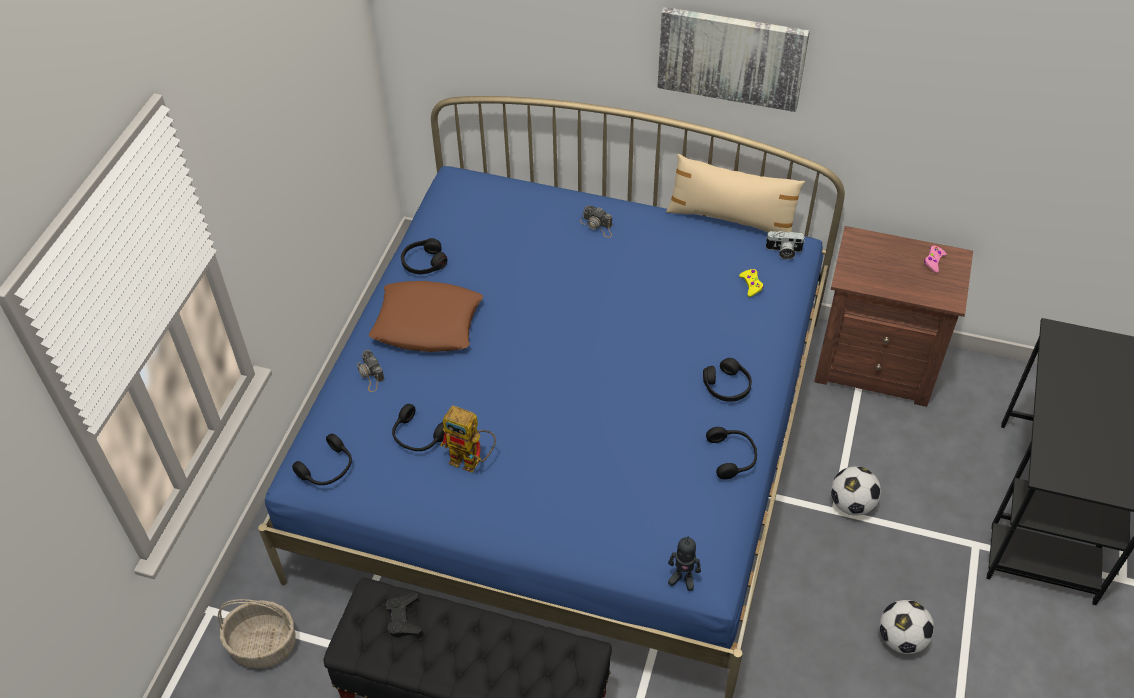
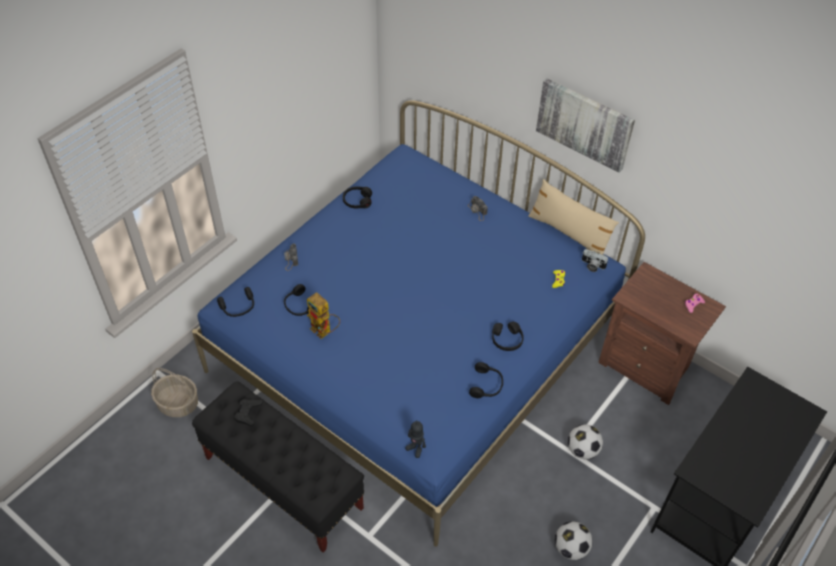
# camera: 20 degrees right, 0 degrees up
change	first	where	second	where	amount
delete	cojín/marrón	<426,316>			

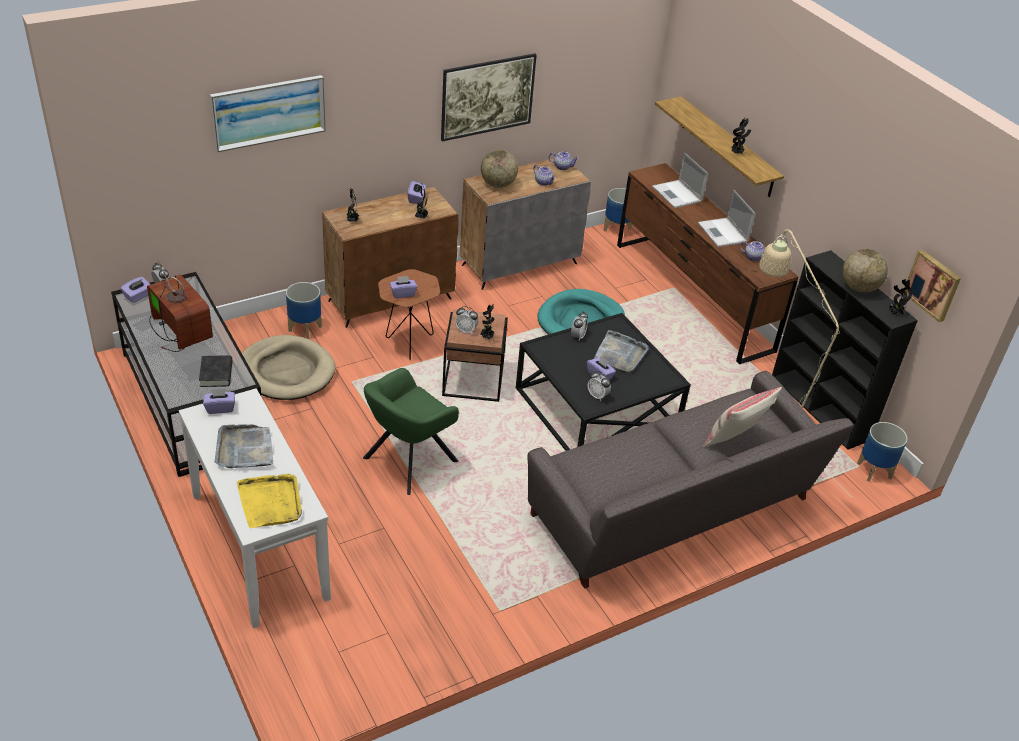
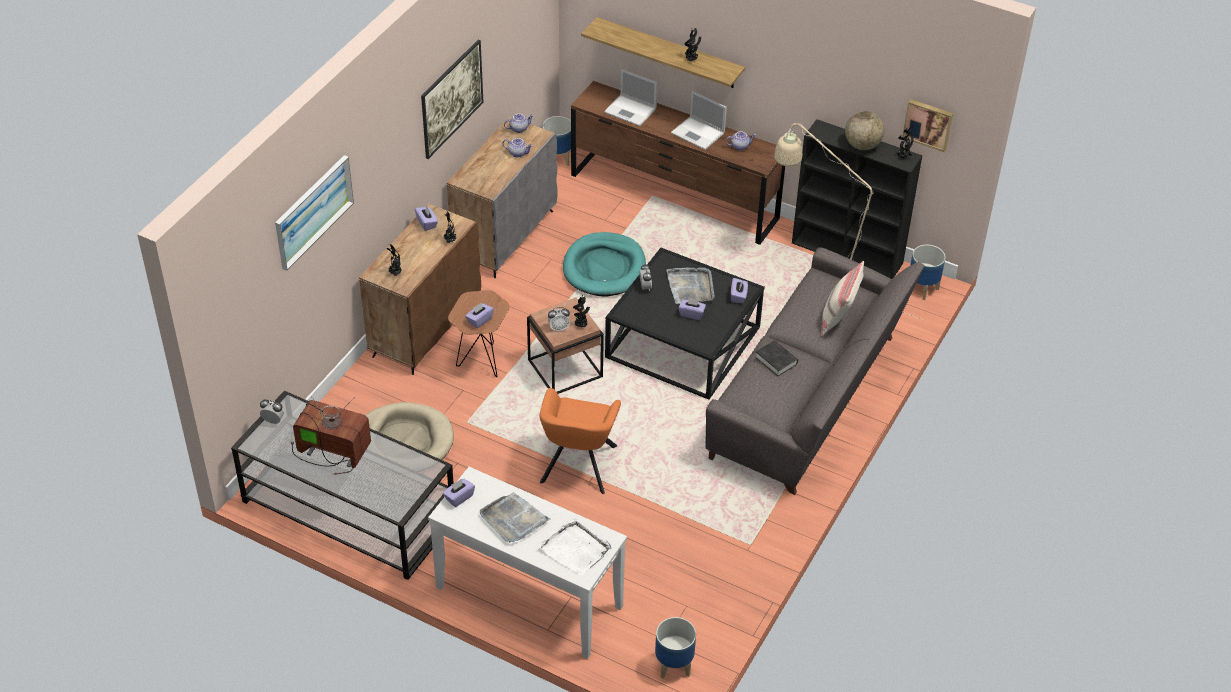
# camera: 30 degrees left, 5 degrees up
change	first	where	second	where	amount
recolor	bandeja/amarillo	<269,501>	bandeja/blanco	<574,547>	
recolor	sillón/verde	<411,431>	sillón/naranja	<580,441>	
move	maceta	<304,310>		<675,648>	
move	caja de pañuelos/morado	<136,290>		<739,290>	
move	libro/negro	<215,371>		<776,358>	
delete	globo terráqueo	<499,169>			
delete	despertador	<599,386>			

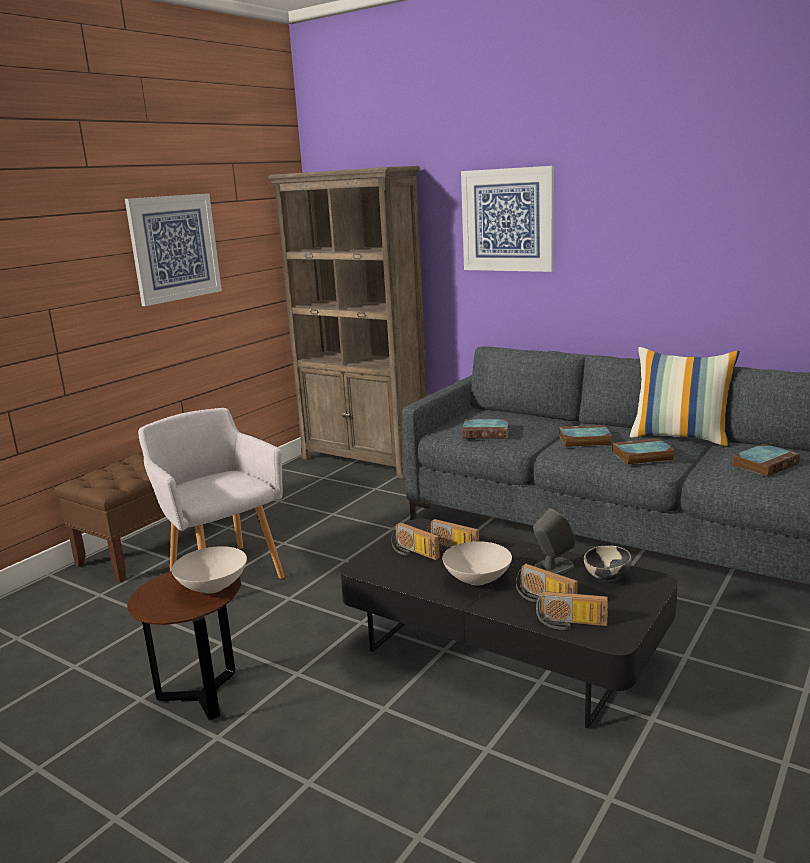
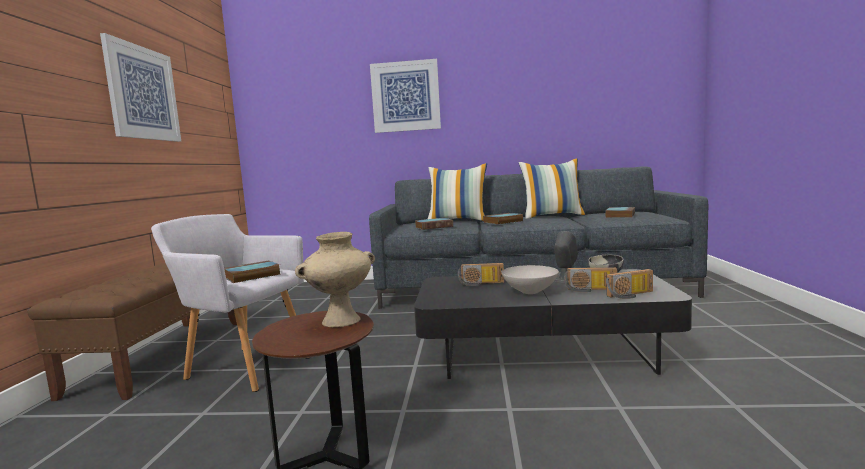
# camera: 30 degrees left, 10 degrees down
change	first	where	second	where	amount
move	libro	<643,451>		<252,272>	
replace	cuenco/blanco	<209,569>	florero/beis	<335,279>	
insert			cojín	<457,192>	
delete	estantería/marrón	<347,322>			
delete	radio	<415,541>			

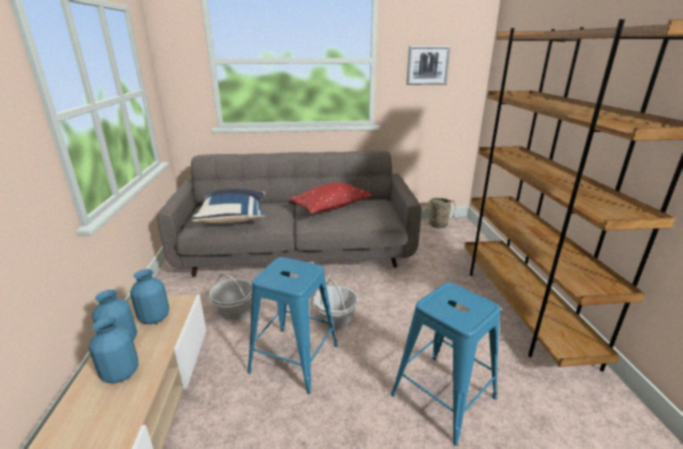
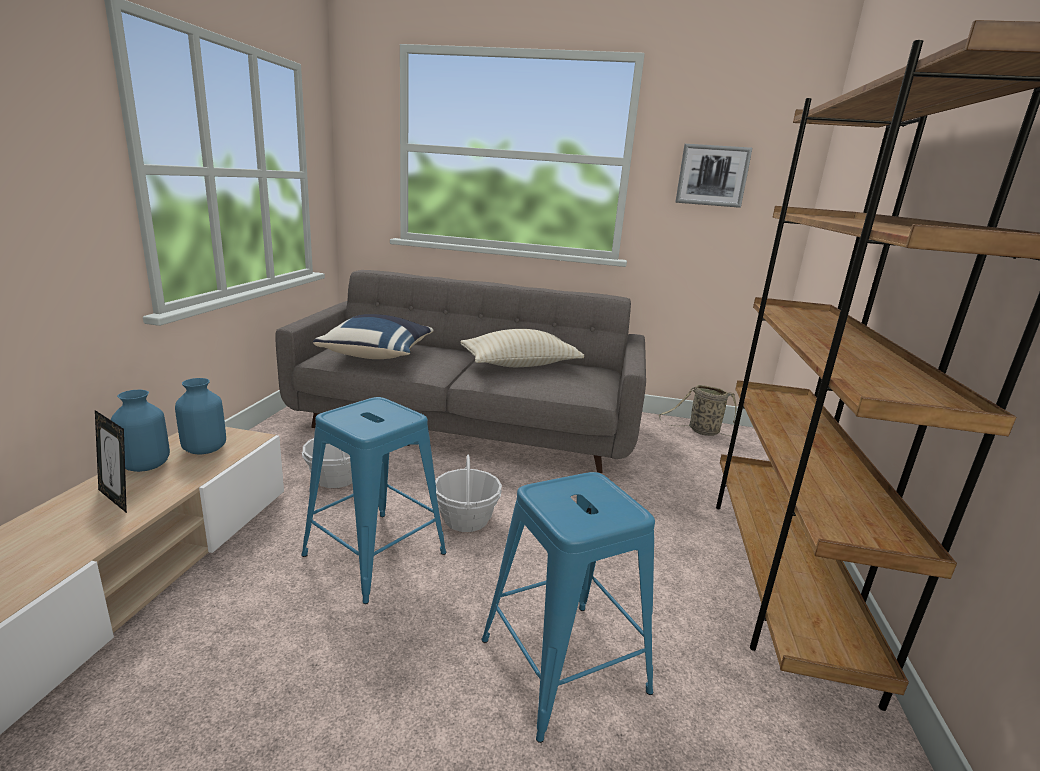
# camera: 15 degrees right, 5 degrees down
change	first	where	second	where	amount
replace	florero/azul	<113,350>	portarretratos	<111,461>	
recolor	cojín/rojo	<330,198>	cojín/beis	<522,348>	

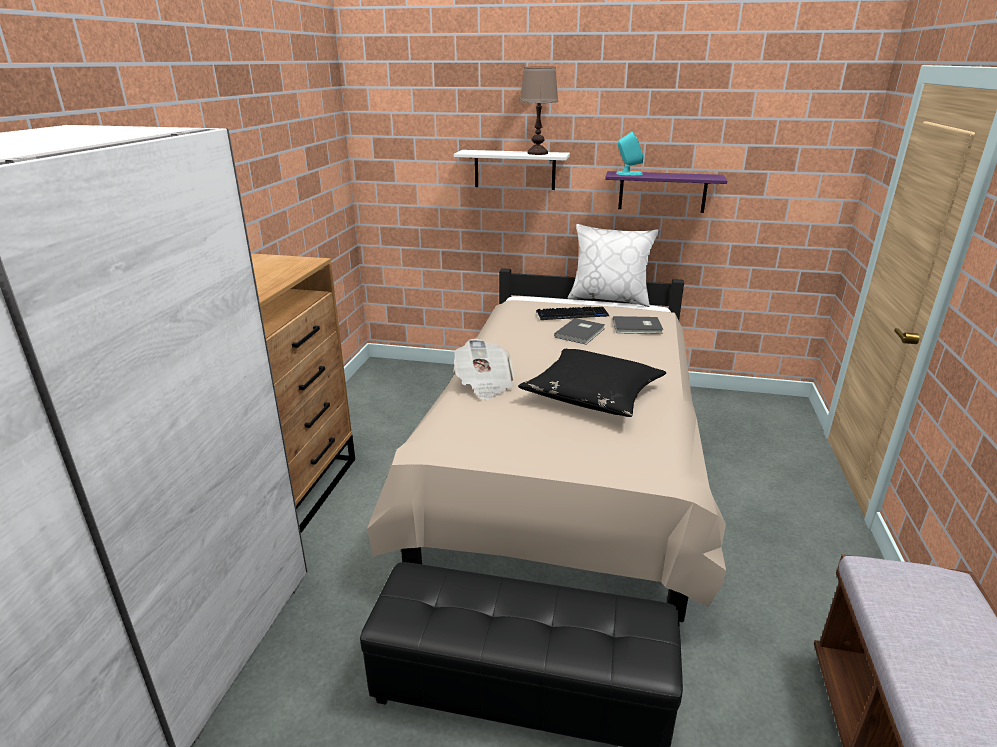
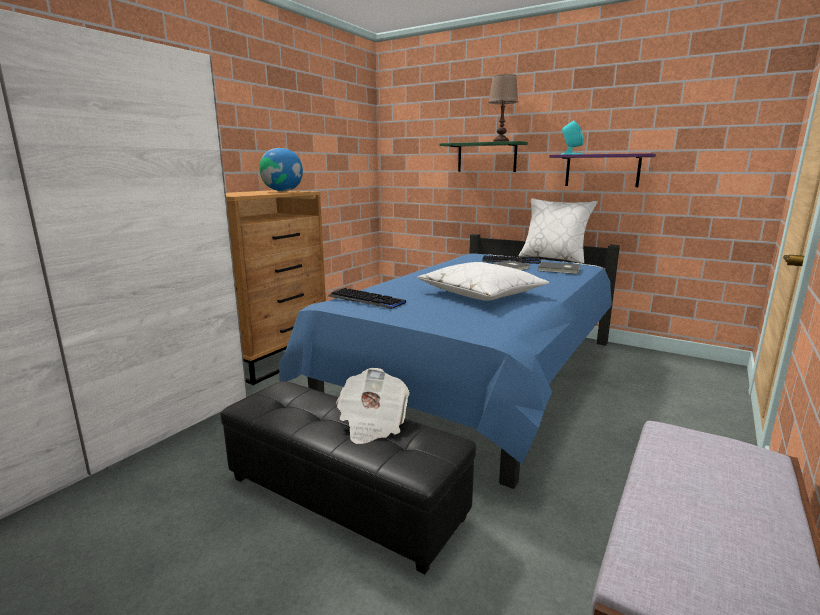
# camera: 20 degrees right, 10 degrees down
change	first	where	second	where	amount
insert			globo terráqueo	<281,169>	
recolor	cama/beis	<546,445>	cama/azul	<449,361>	
insert			teclado	<367,298>	
move	periódico	<483,369>		<372,406>	
recolor	cojín/negro	<592,383>	cojín/blanco	<483,281>	
recolor	estante/blanco	<512,170>	estante/verde	<483,156>	

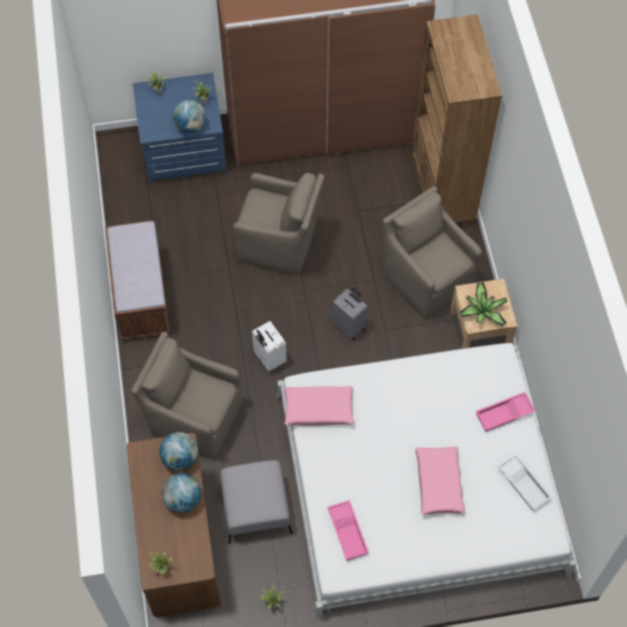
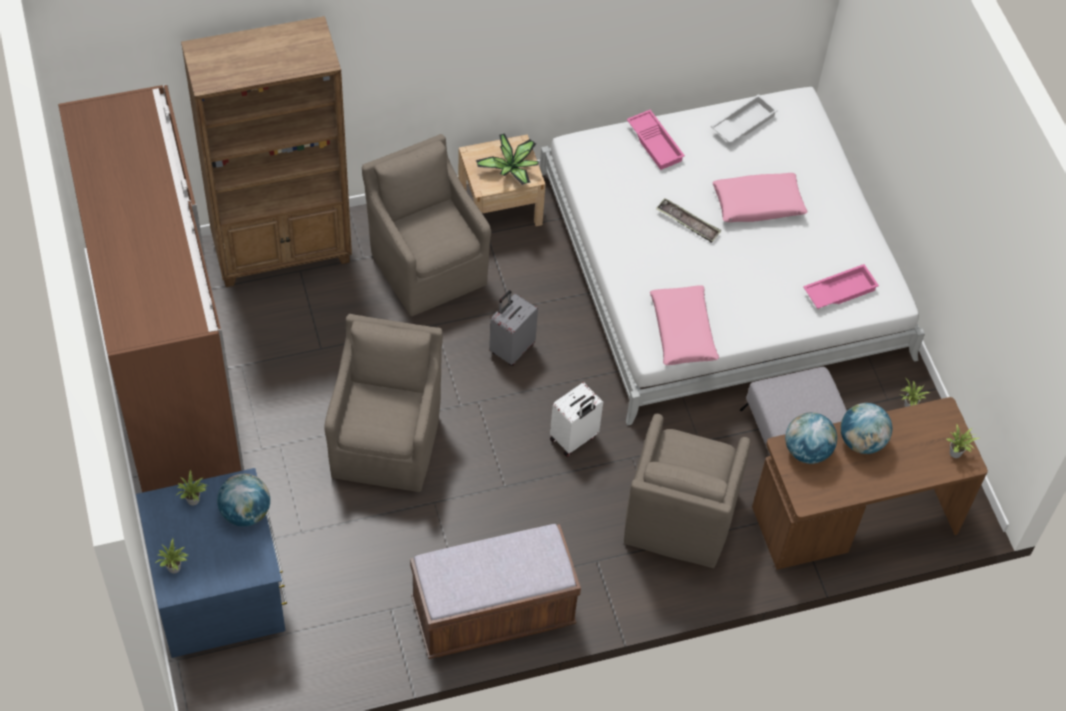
# camera: 100 degrees left, 5 degrees down
change	first	where	second	where	amount
rotate	sillón/marrón	<432,252>		<426,225>	105 degrees clockwise
insert			bandeja	<688,220>	

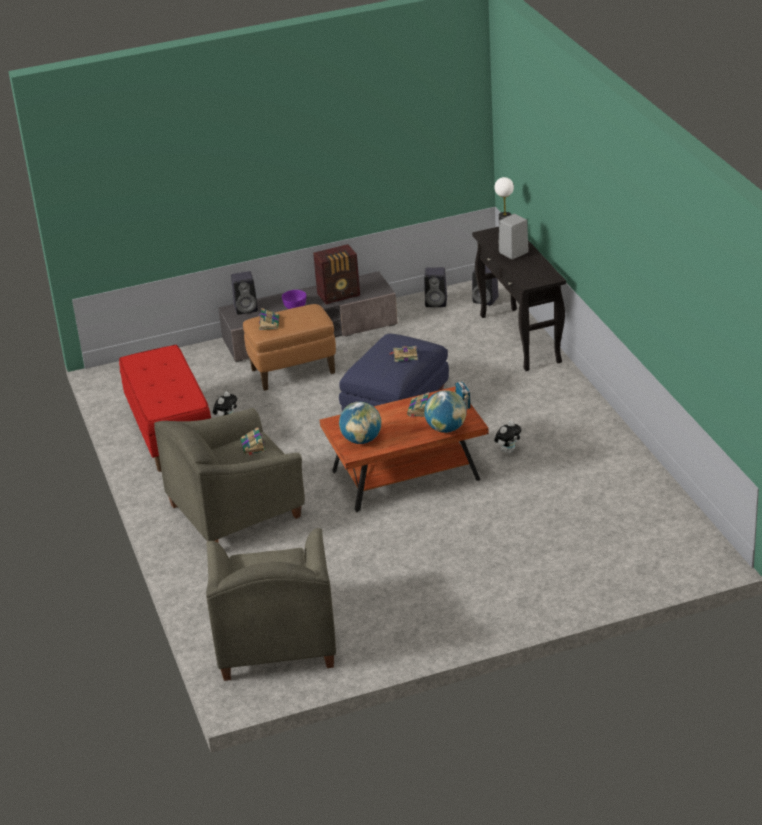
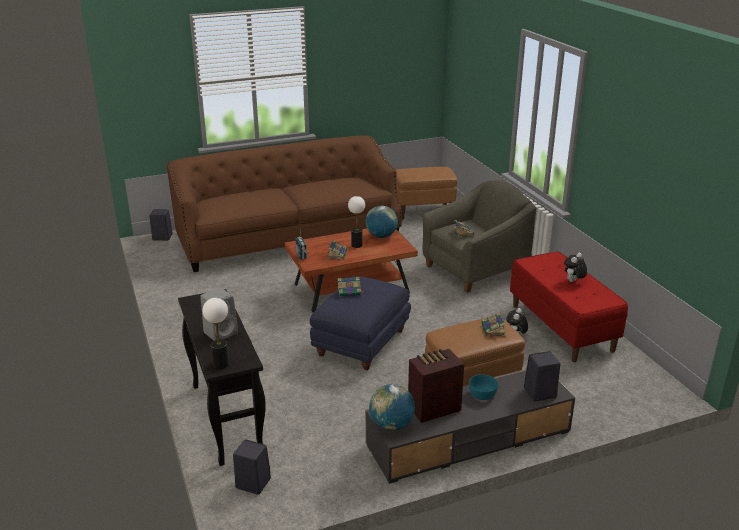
# camera: 175 degrees right, 5 degrees down
change	first	where	second	where	amount
move	altavoz/negro	<435,287>		<161,225>	
insert			sofá/marrón	<284,203>	
insert			lámpara de mesa	<356,222>	
move	globo terráqueo	<445,411>		<392,407>	
replace	sillón/gris	<271,604>	puf/marrón	<426,193>	
recolor	cuenco/morado	<294,299>	cuenco/turquesa	<483,387>	
move	peluche	<508,437>		<575,267>	

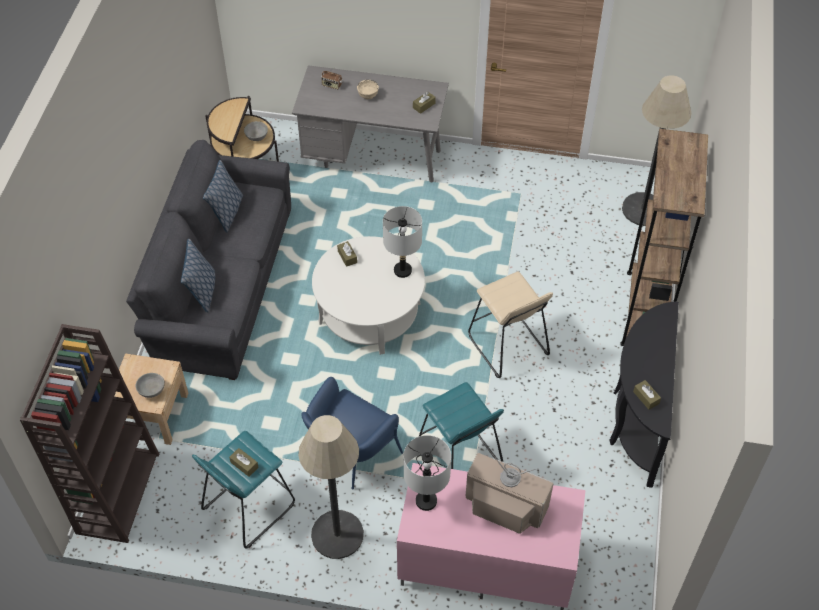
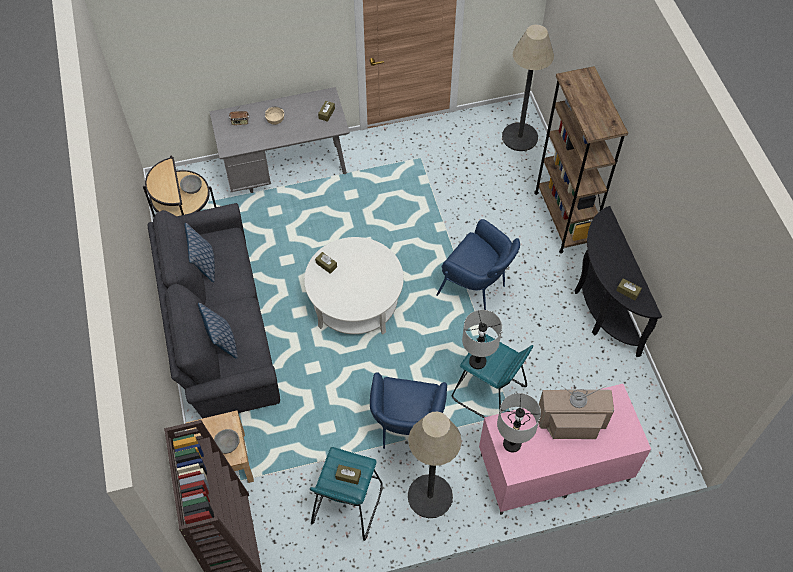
# camera: 25 degrees left, 5 degrees up
change	first	where	second	where	amount
replace	taburete/beis	<510,325>	sillón/azul	<478,264>	
move	lámpara de mesa/gris	<402,242>		<482,339>	

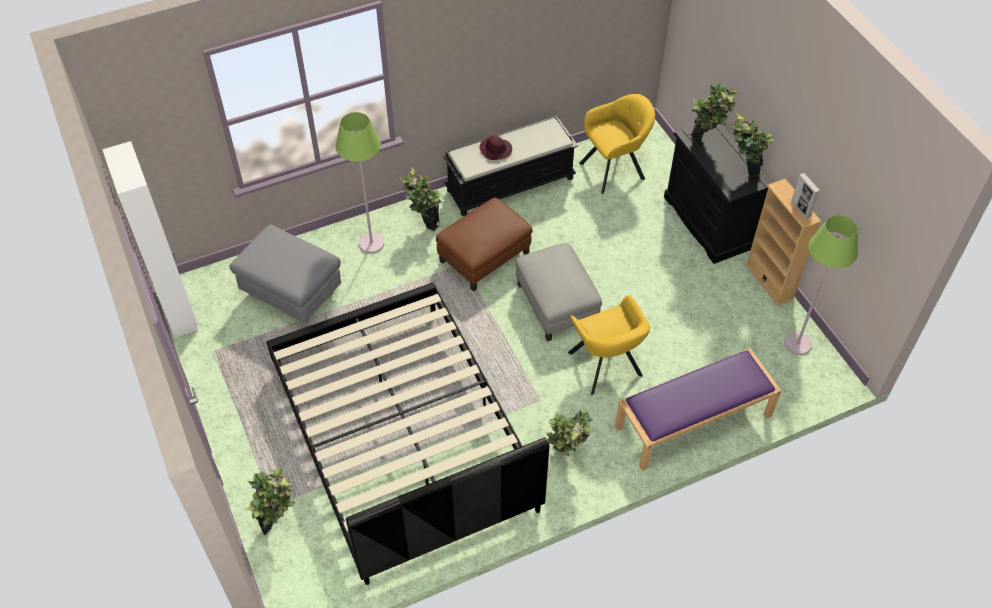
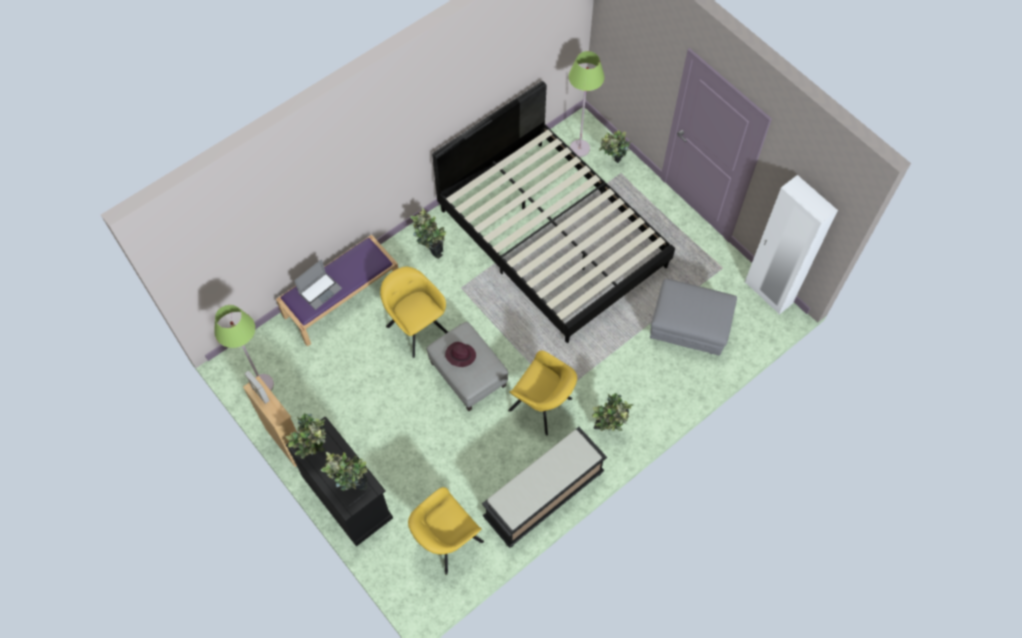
# camera: 165 degrees right, 10 degrees up
change	first	where	second	where	amount
insert			portátil	<318,284>	
move	sombrero/morado	<496,147>		<460,354>	
replace	puf/marrón	<484,244>	sillón/amarillo	<542,392>	
move	lámpara de pie/verde	<360,182>		<586,104>	

